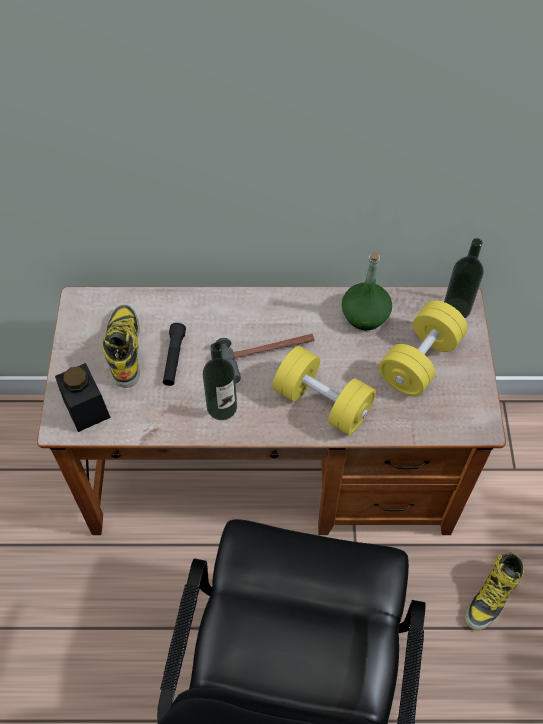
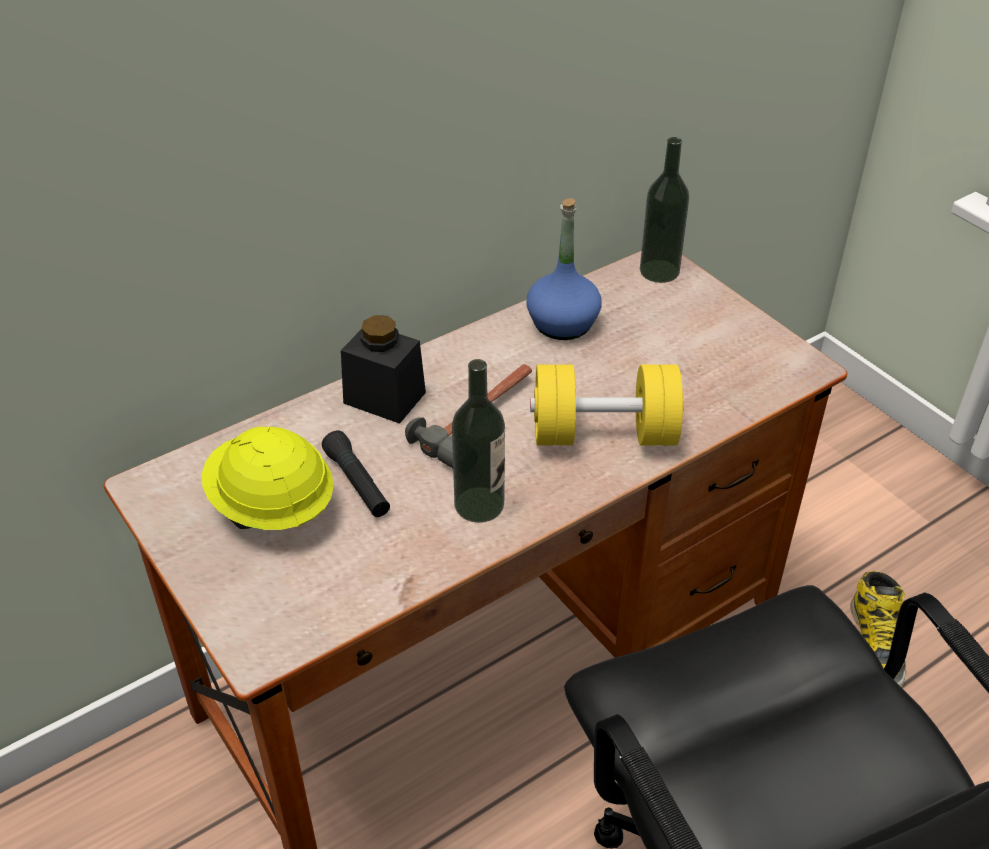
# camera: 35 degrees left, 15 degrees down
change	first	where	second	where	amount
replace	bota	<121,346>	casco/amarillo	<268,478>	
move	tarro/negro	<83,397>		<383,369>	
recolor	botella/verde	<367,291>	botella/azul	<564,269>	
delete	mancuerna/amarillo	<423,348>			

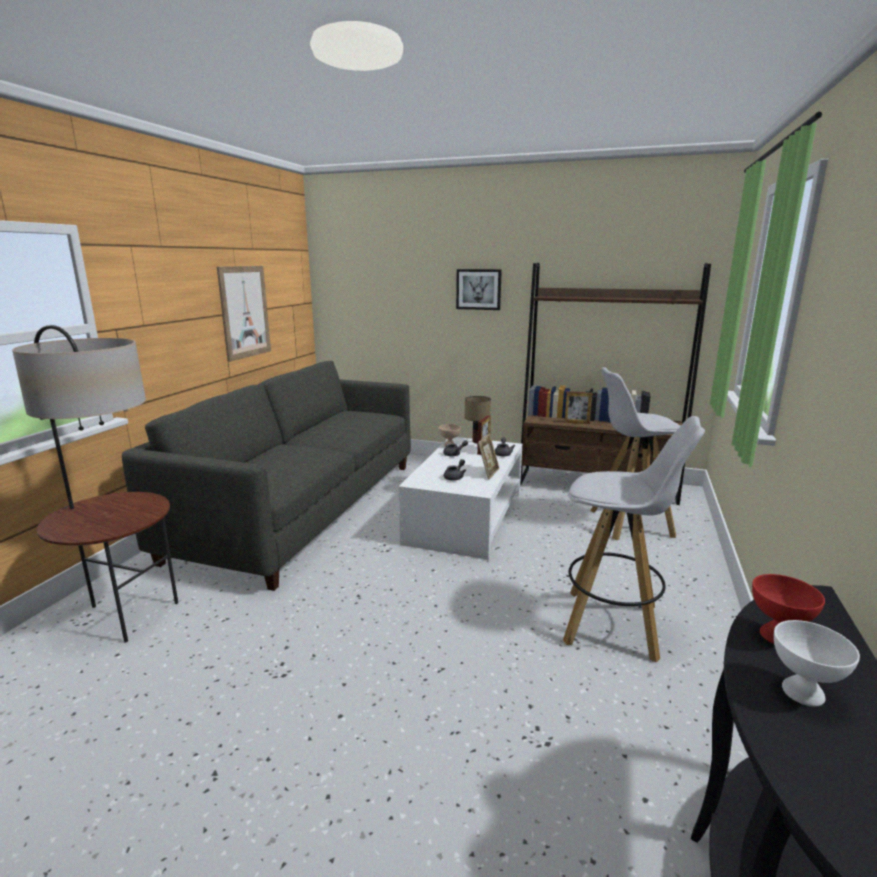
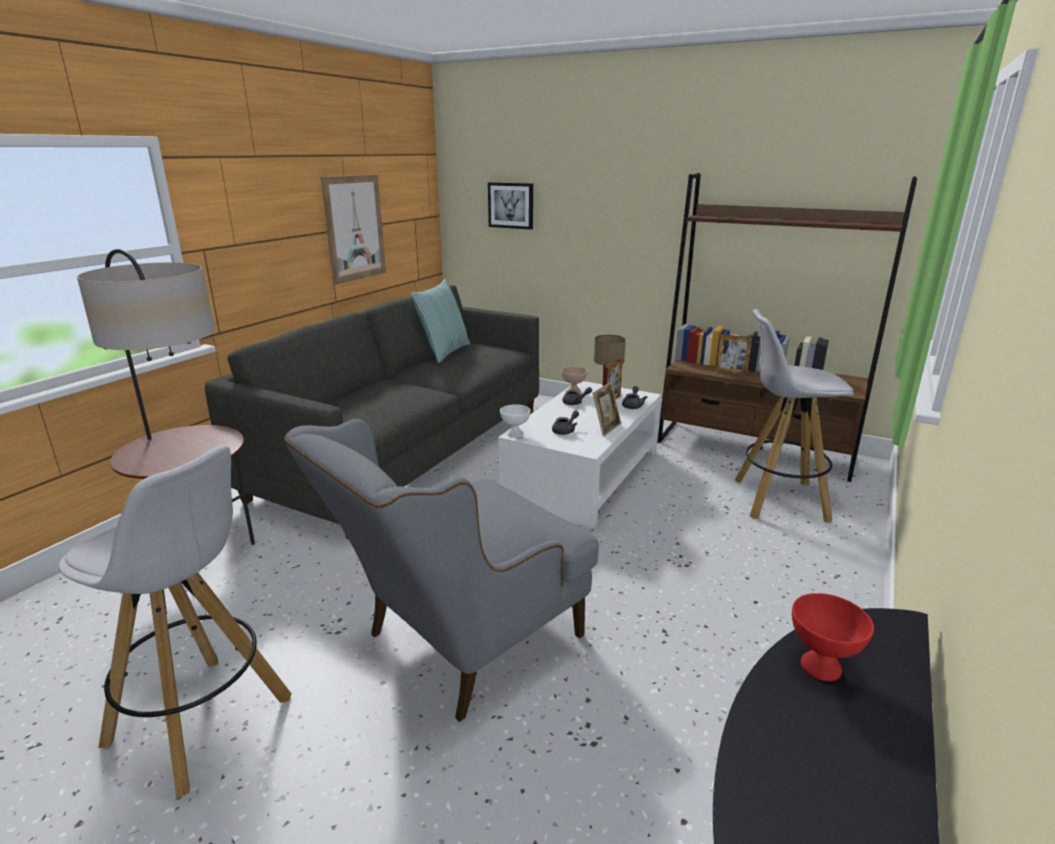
# camera: 10 degrees right, 5 degrees up
change	first	where	second	where	amount
move	taburete/blanco	<634,539>		<175,622>	
insert			sillón/gris	<441,570>	
insert			cojín	<440,321>	
move	cuadro	<479,289>		<510,206>	
move	cuenco/blanco	<817,663>		<515,421>	

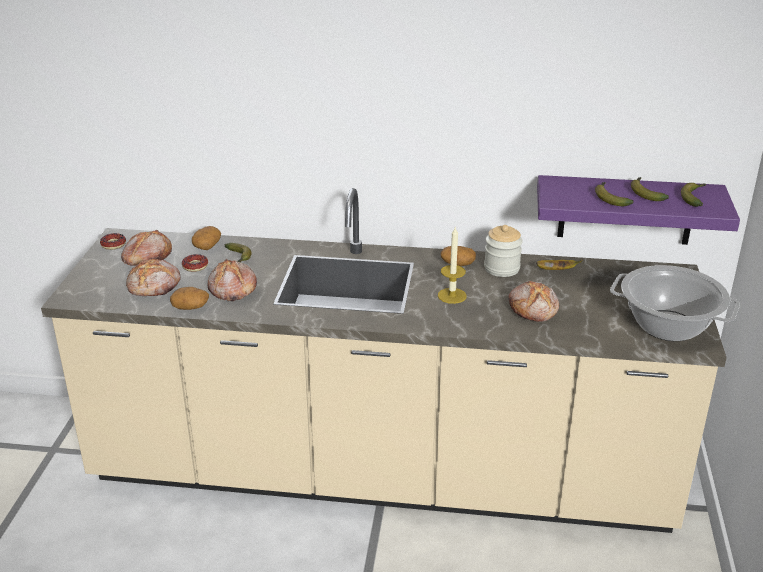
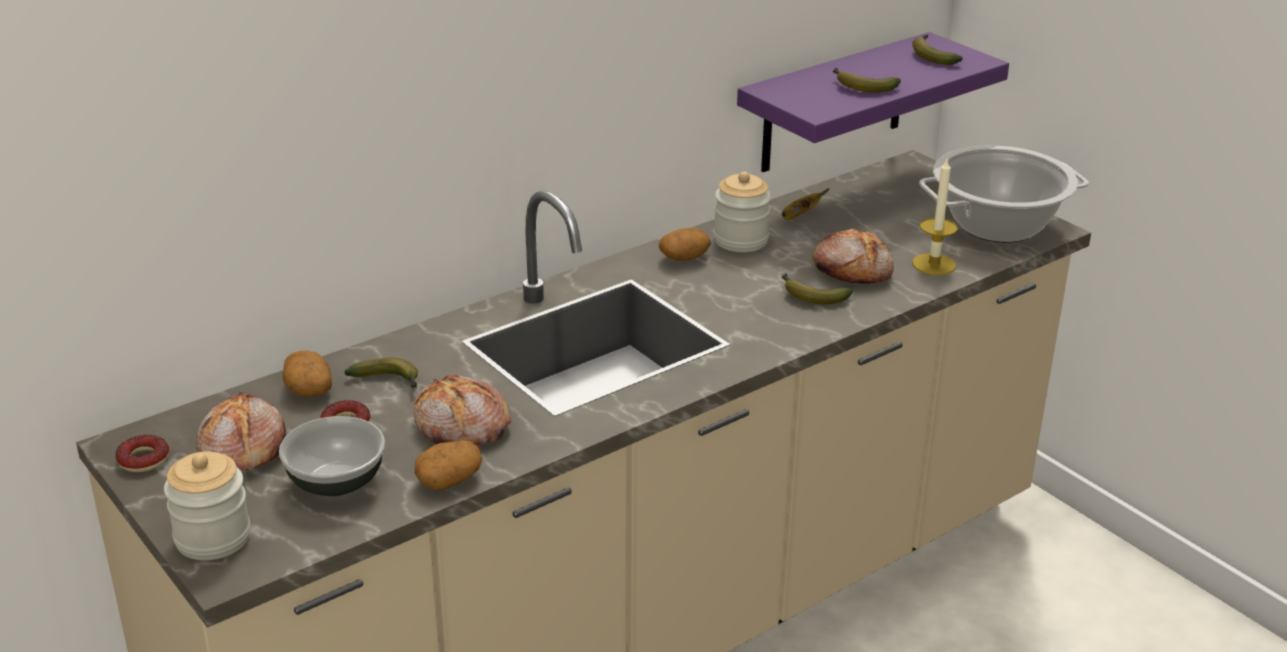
# camera: 45 degrees left, 0 degrees up
change	first	where	second	where	amount
insert			tarro	<207,506>	
replace	pan	<153,277>	cuenco	<332,456>	
move	plátano	<650,189>		<817,288>	
move	vela	<452,265>		<935,217>	

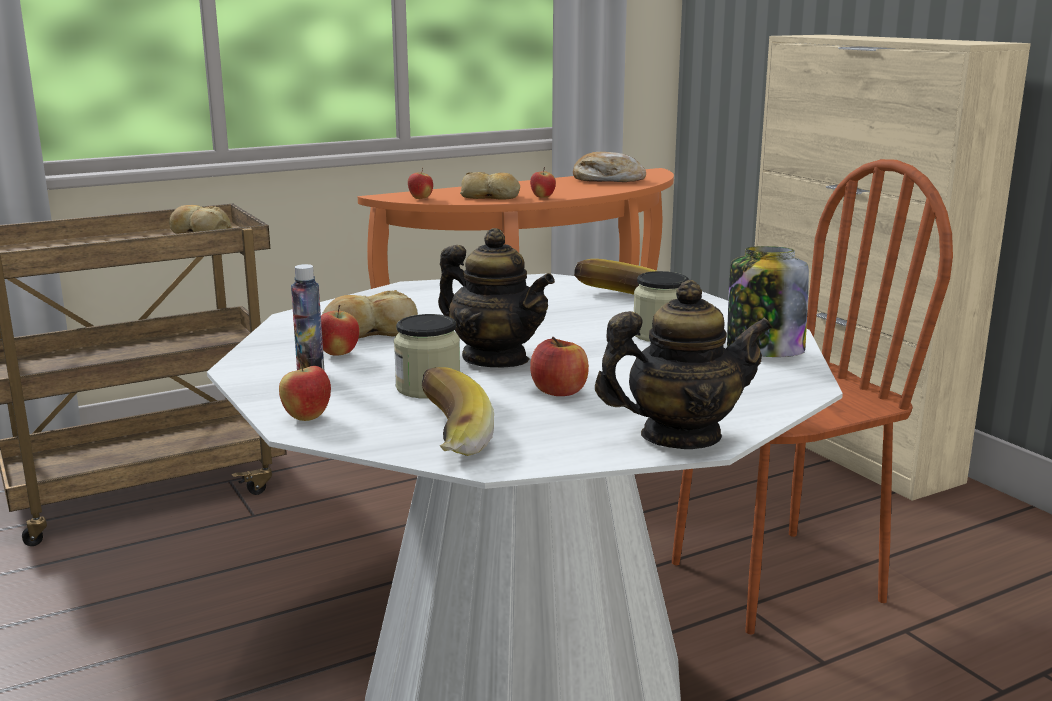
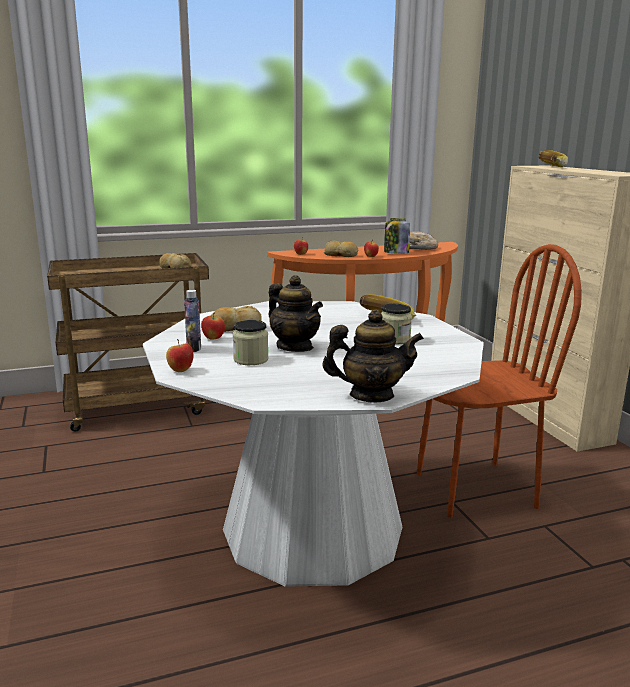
# camera: 10 degrees right, 0 degrees up
change	first	where	second	where	amount
move	tarro	<768,301>		<397,236>	
move	plátano	<458,411>		<553,158>	
delete	manzana	<559,366>			

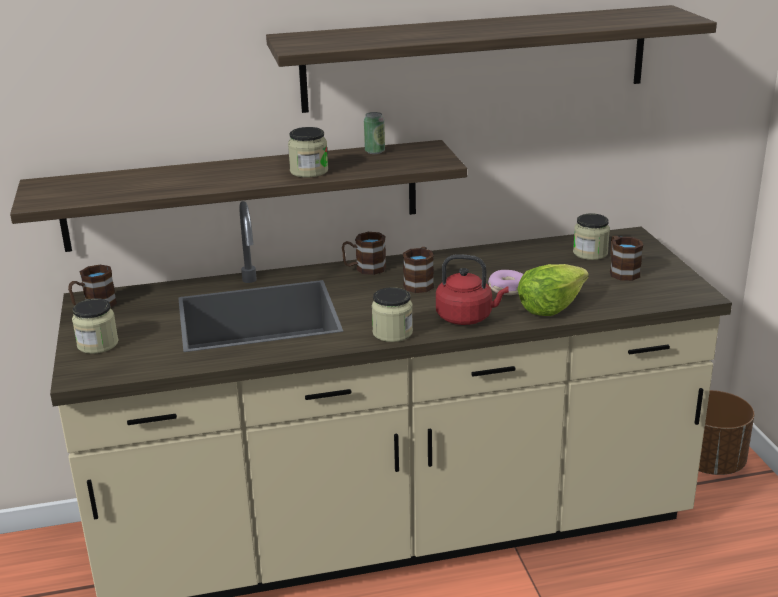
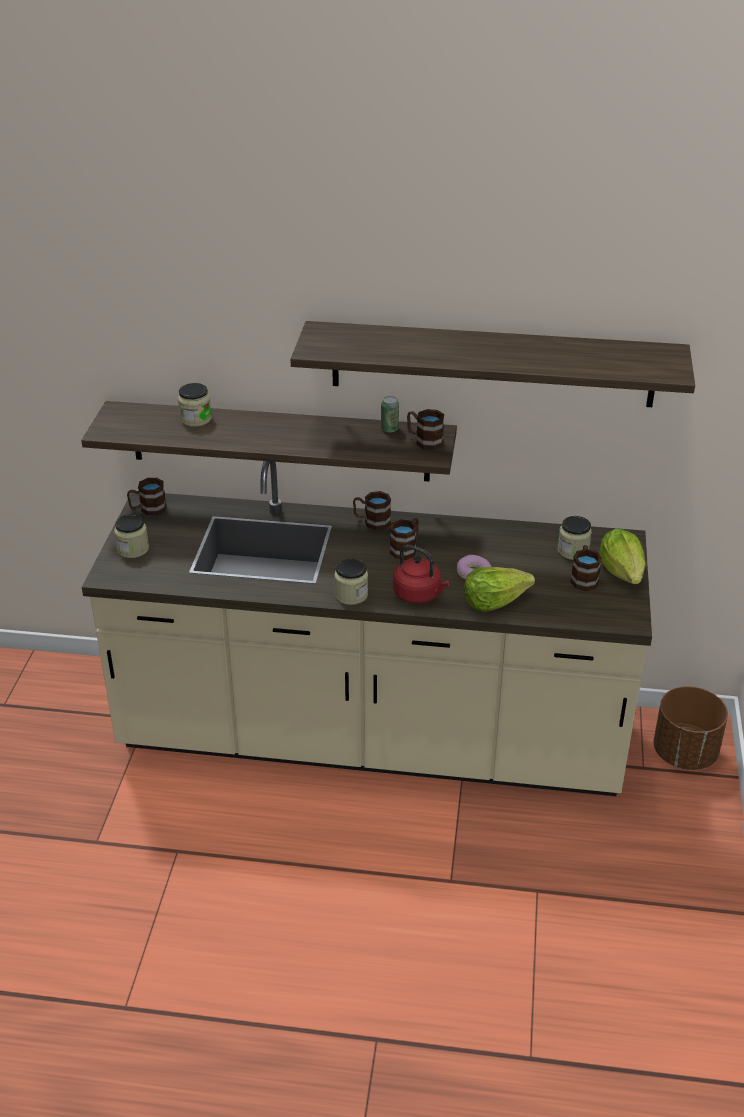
# camera: 20 degrees right, 10 degrees up
change	first	where	second	where	amount
move	tarro	<308,152>		<195,405>	
insert			taza grande/marrón	<425,429>	
insert			lechuga	<622,556>	

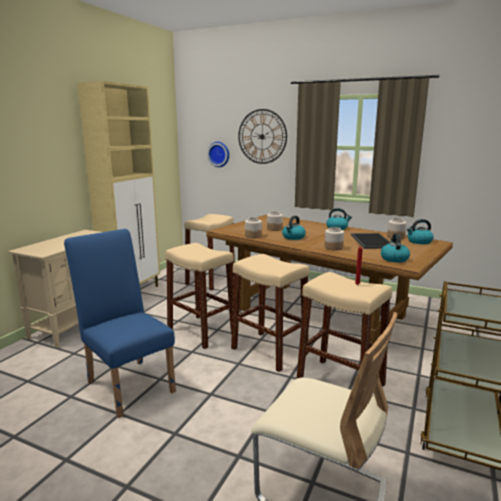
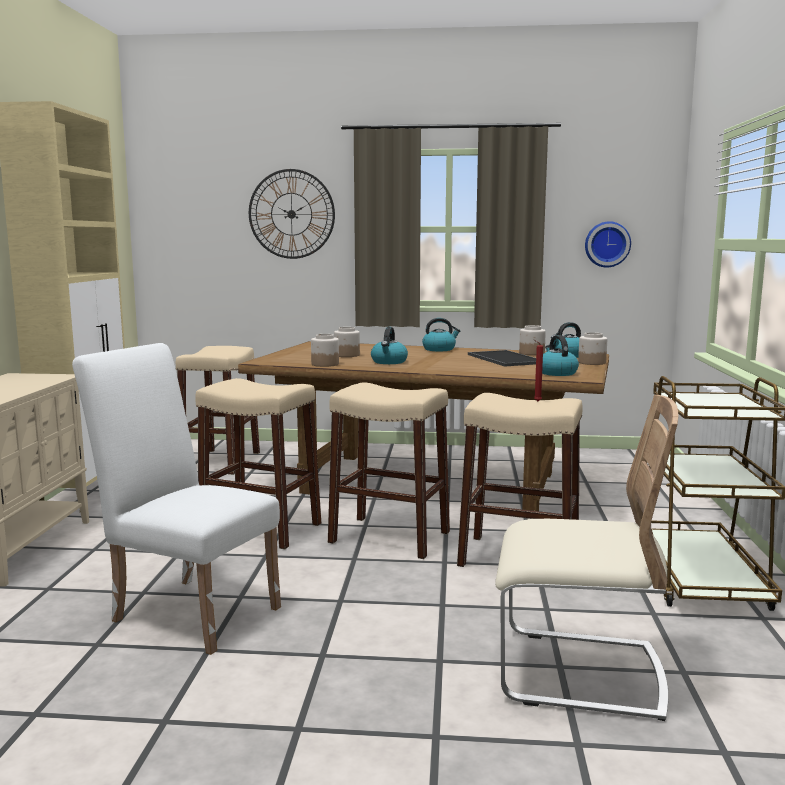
# camera: 20 degrees left, 5 degrees down
change	first	where	second	where	amount
recolor	silla/azul	<120,323>	silla/blanco	<176,499>	
move	tarro	<334,238>		<592,348>	
move	reloj de pared	<218,154>		<608,244>	

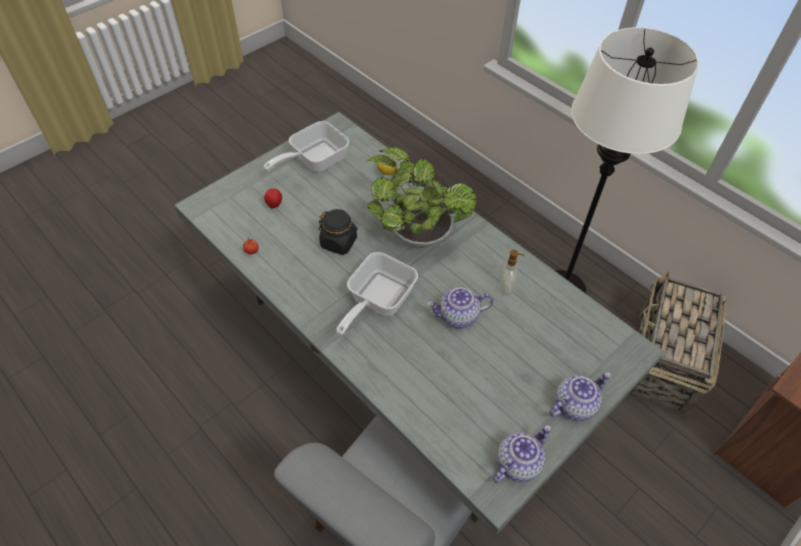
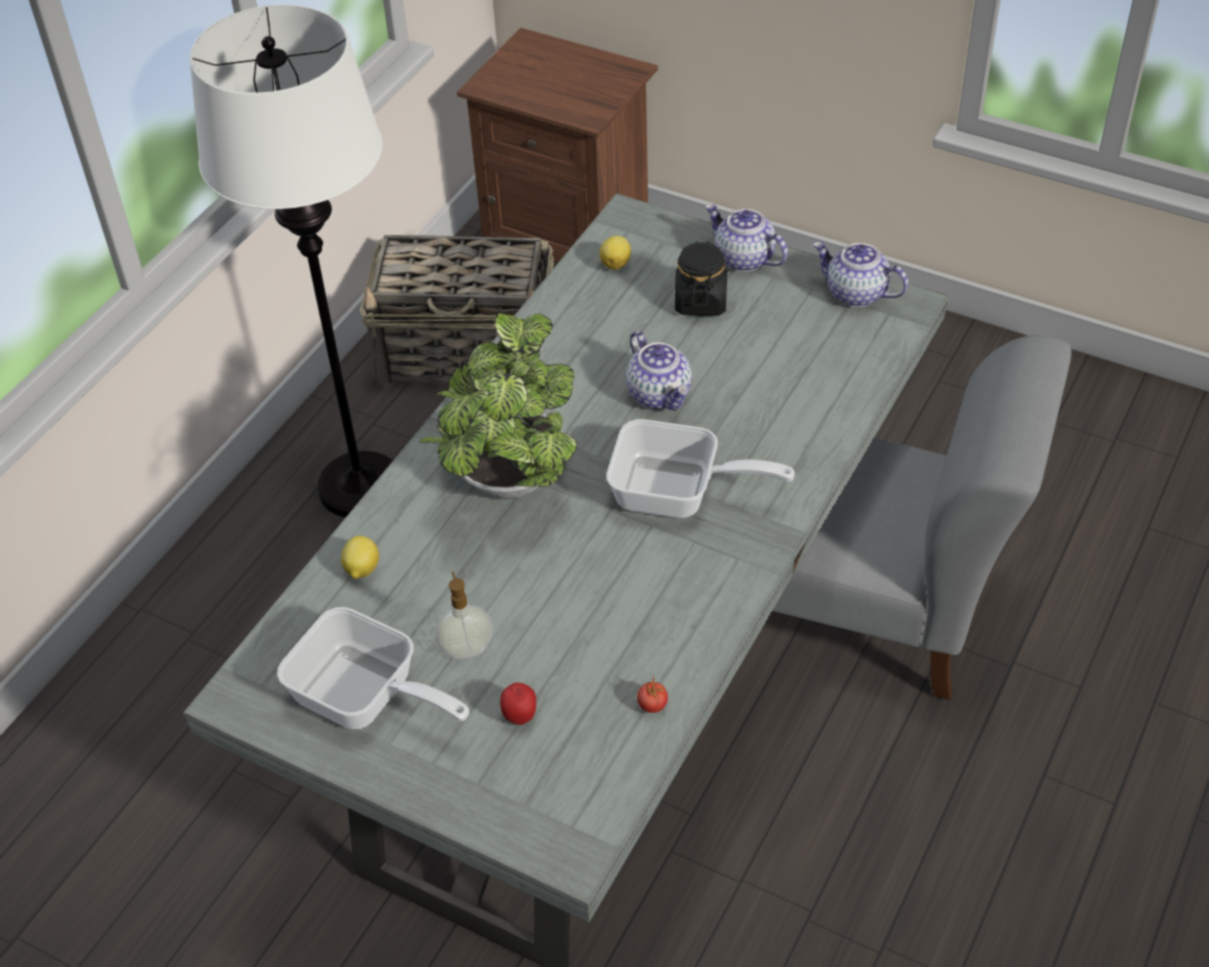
# camera: 105 degrees left, 5 degrees down
change	first	where	second	where	amount
move	dispensador de jabón	<512,272>		<464,616>	
insert			limón	<615,253>	
move	tarro/negro	<338,232>		<701,278>	

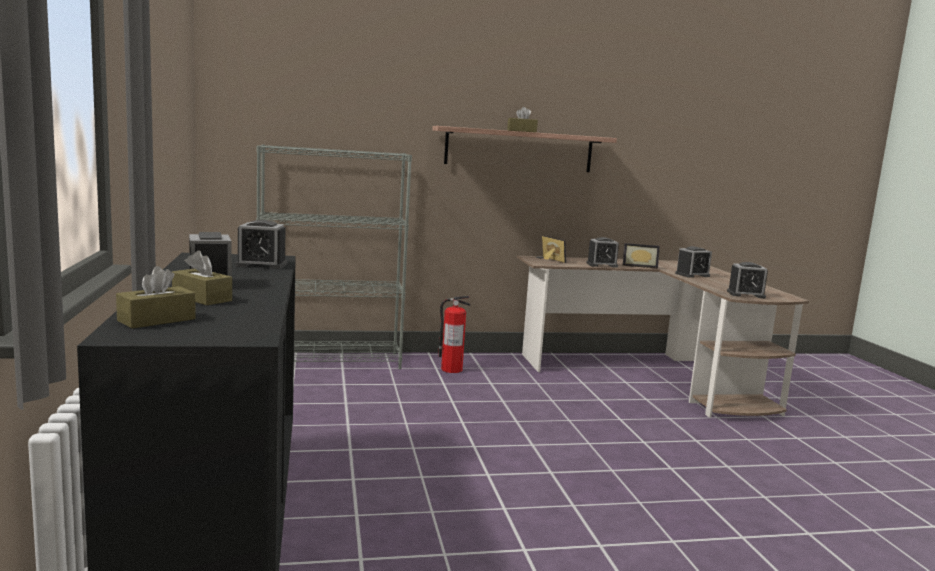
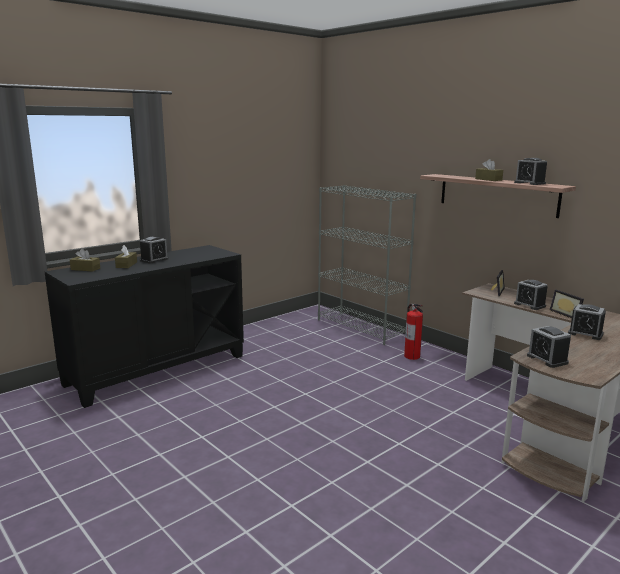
# camera: 60 degrees right, 5 degrees up
change	first	where	second	where	amount
move	despertador	<261,244>		<530,171>	

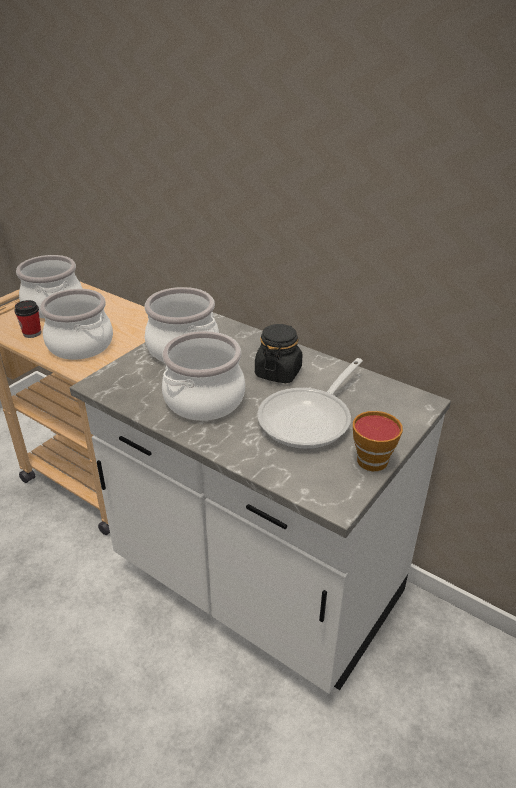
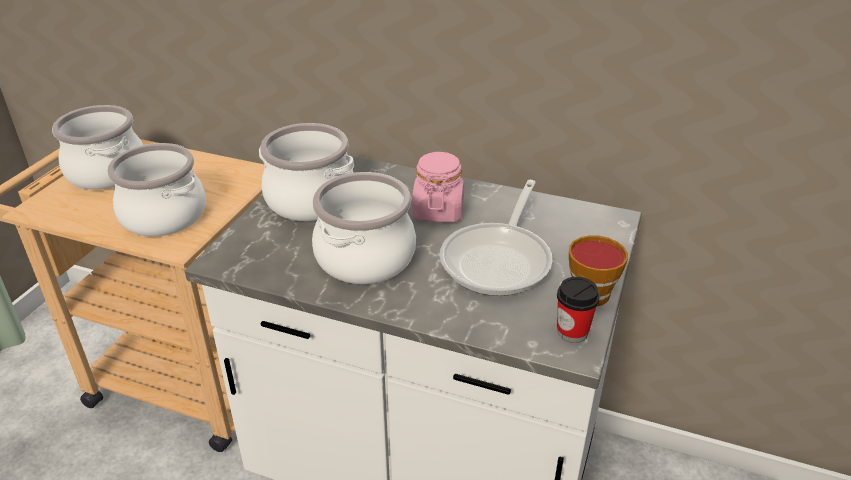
# camera: 15 degrees left, 0 degrees up
change	first	where	second	where	amount
recolor	tarro/negro	<278,353>	tarro/rosa	<438,187>	
move	taza	<27,319>		<578,310>	

